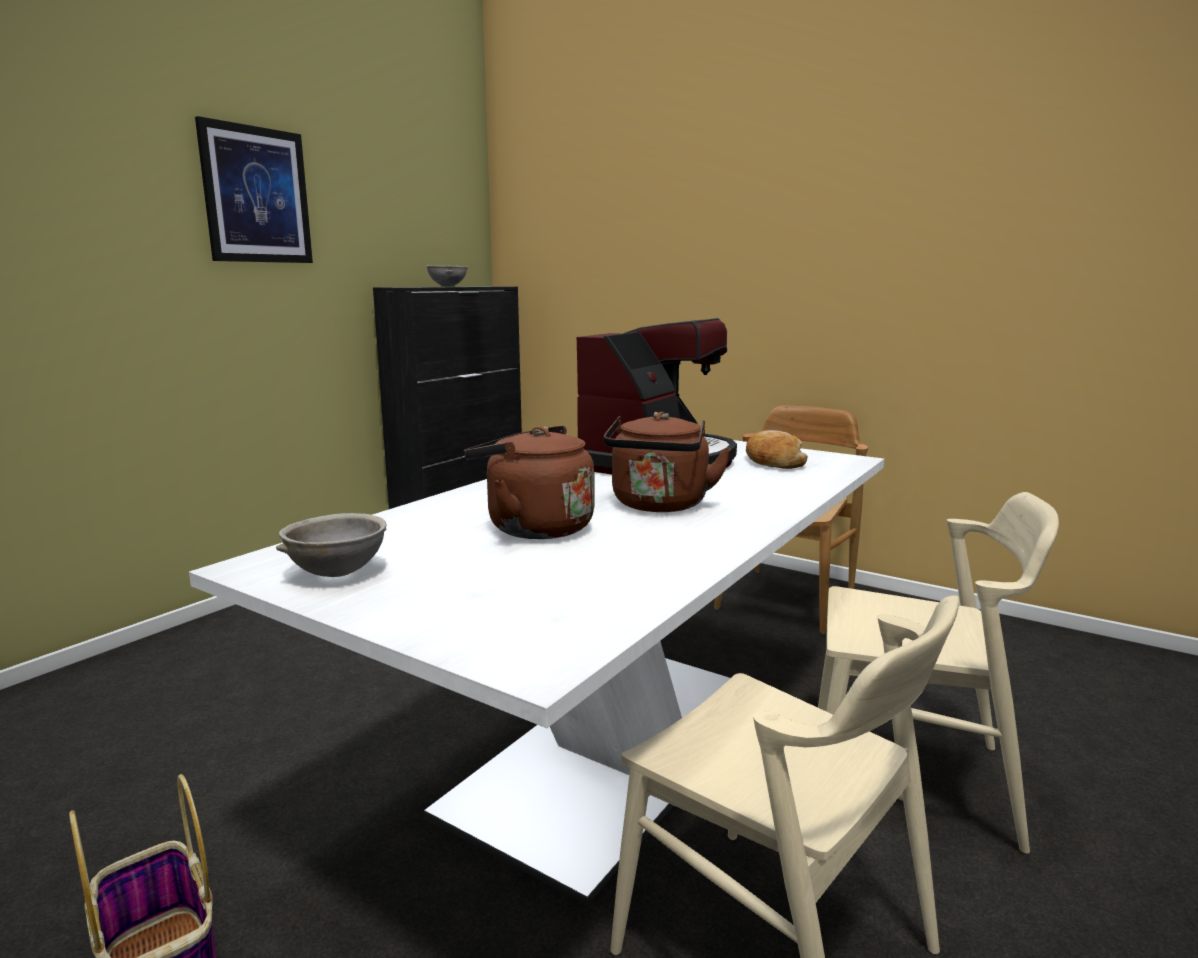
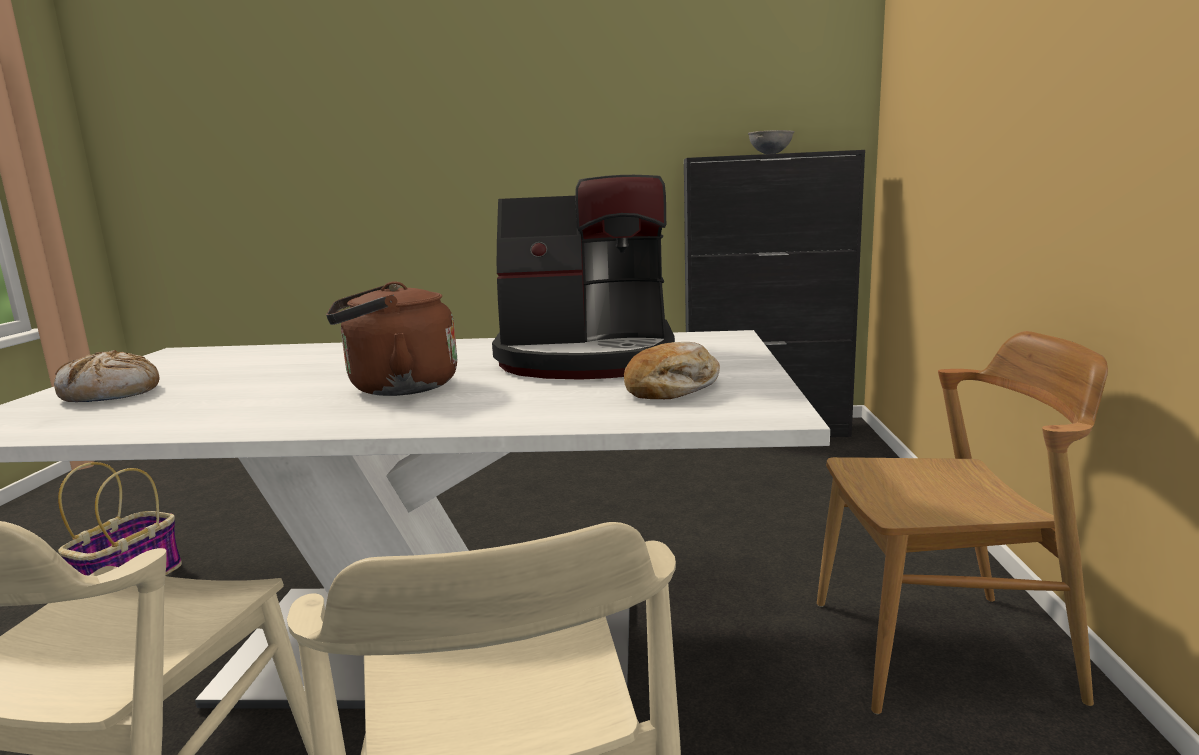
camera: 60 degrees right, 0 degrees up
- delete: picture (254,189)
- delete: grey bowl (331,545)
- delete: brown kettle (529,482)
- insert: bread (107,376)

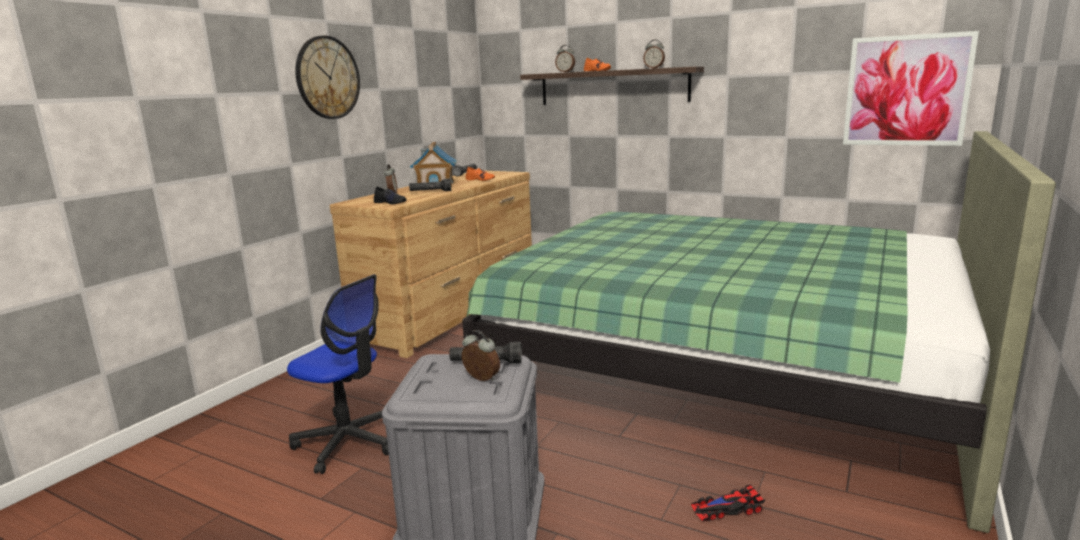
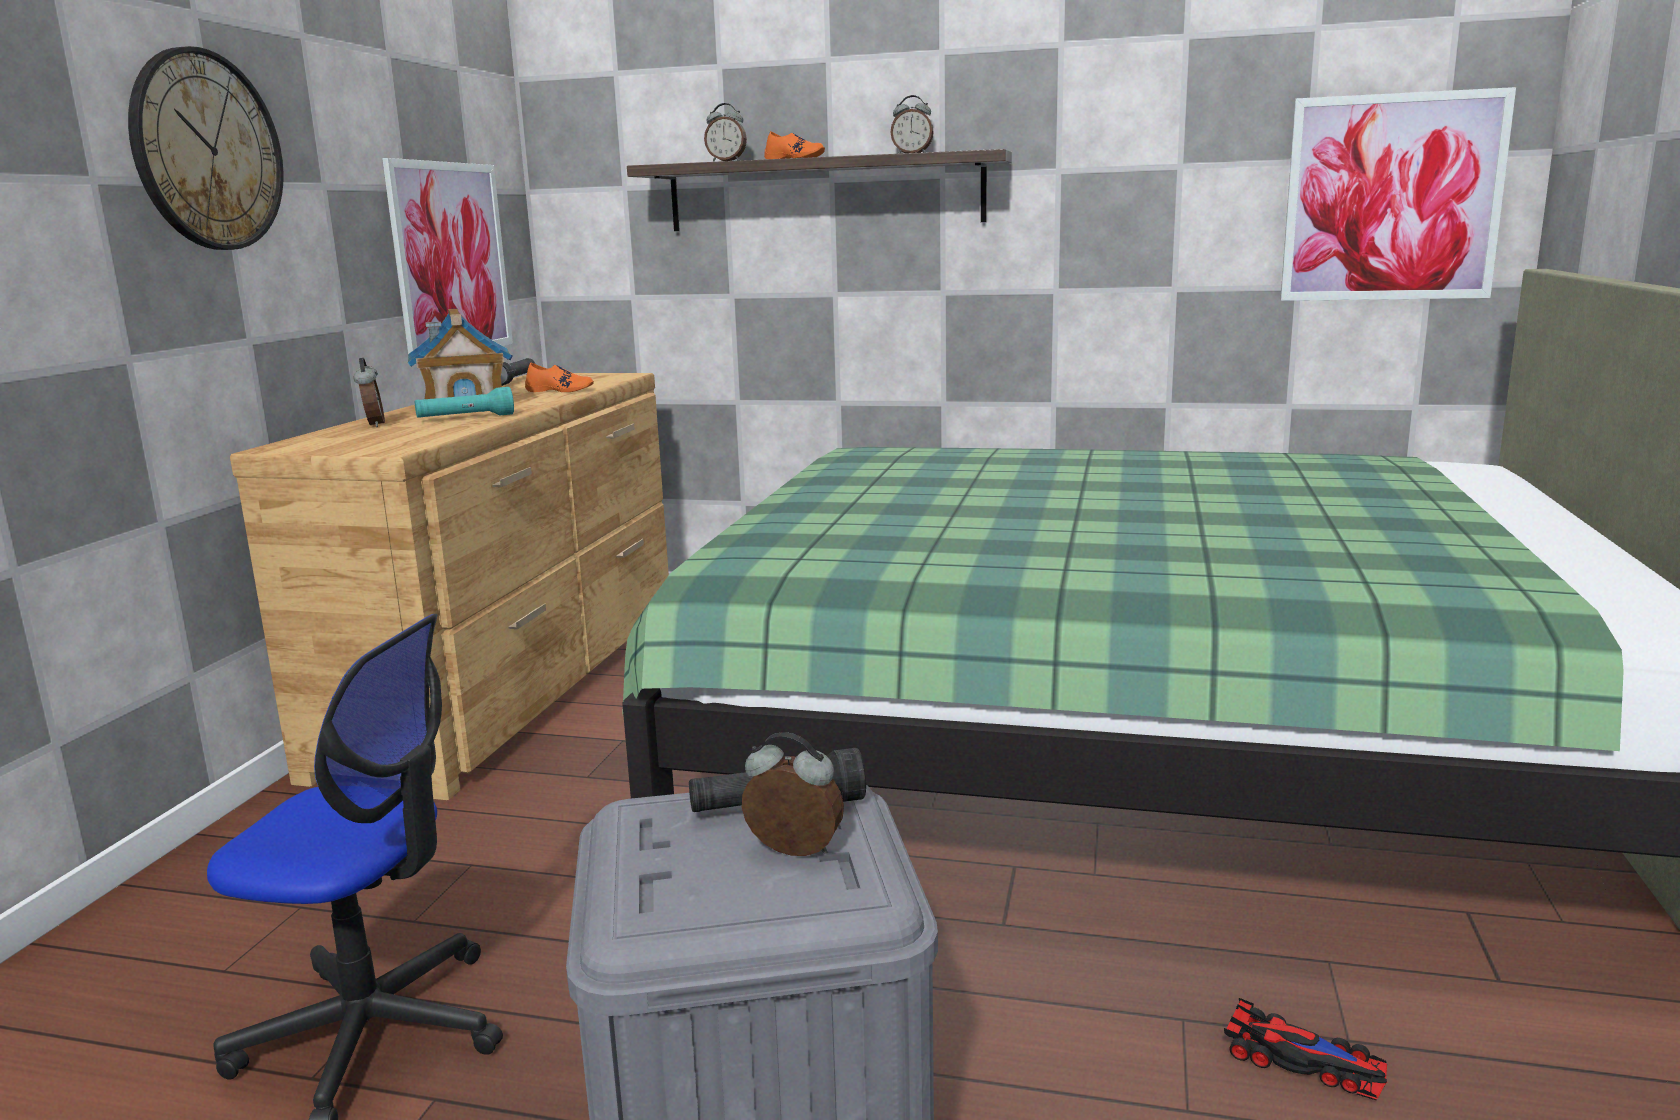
camera: 15 degrees left, 0 degrees up
- delete: black shoe (390,195)
- recolor: black flashlight (430,185) to turquoise flashlight (464,402)
- rotate: toy car (728,503) = (1305,1049) 120 degrees counterclockwise
- insert: picture (447,261)

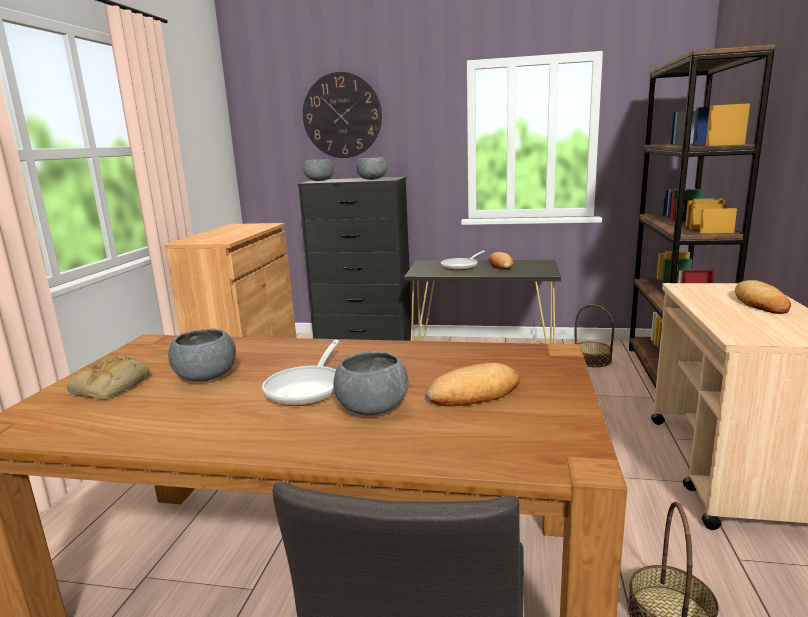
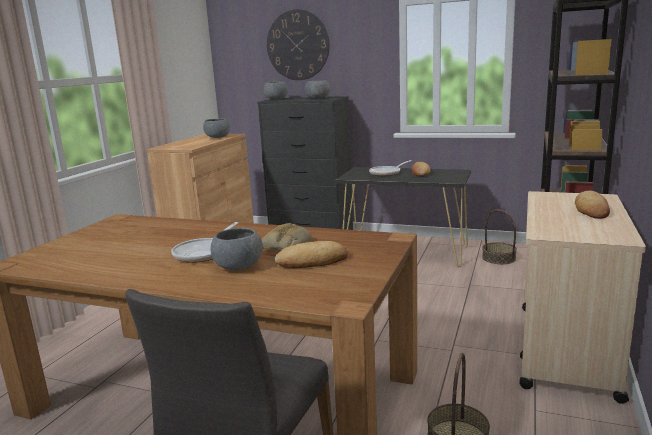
camera: 10 degrees right, 0 degrees up
- move: bread (108,377) to (286,237)
- move: grey bowl (202,355) to (216,128)

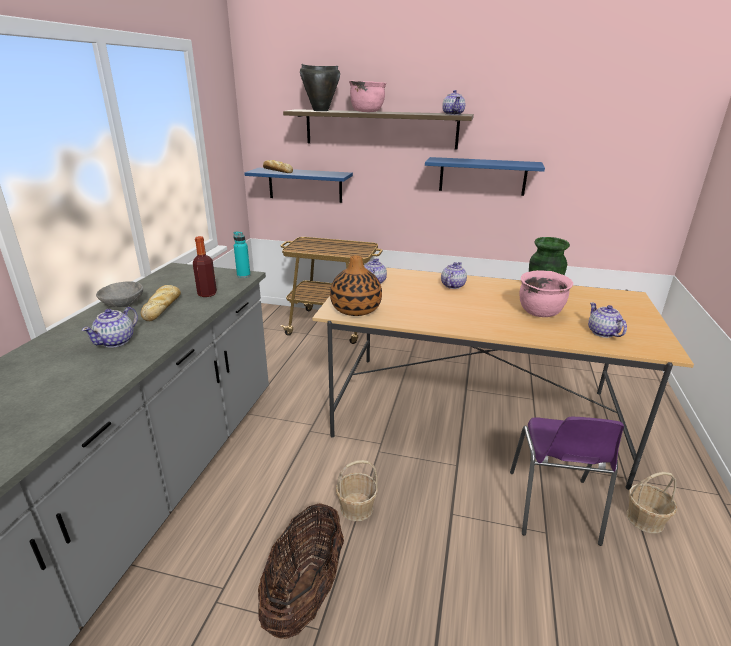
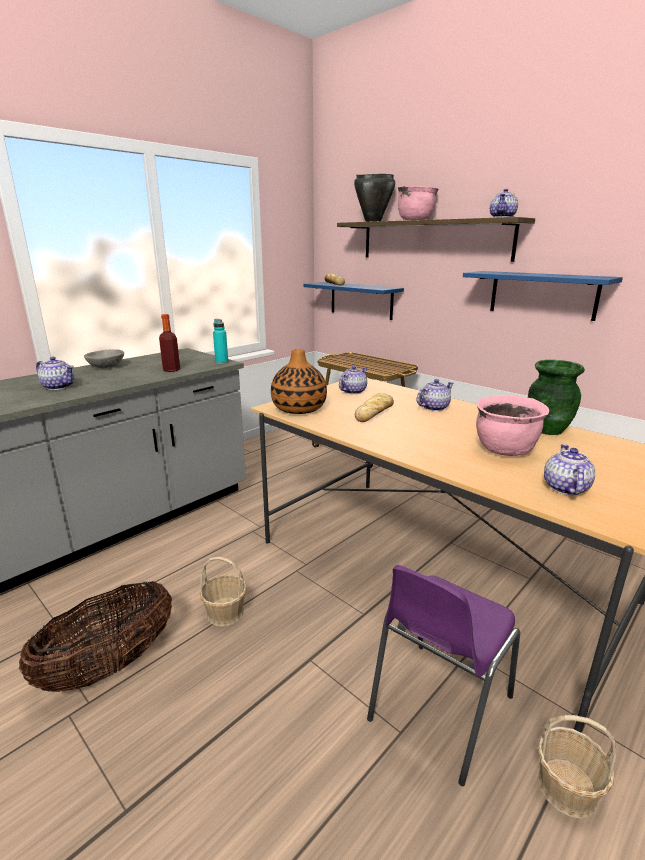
camera: 30 degrees right, 5 degrees down
- rotate: teapot (110,327) = (55,373) 120 degrees counterclockwise
- move: bread (161,303) to (374,407)

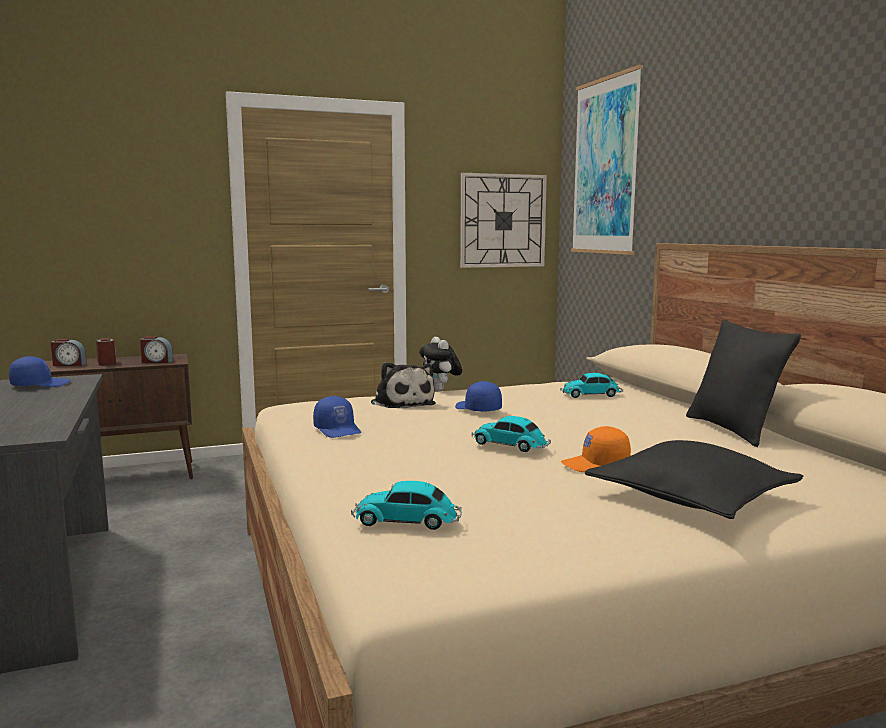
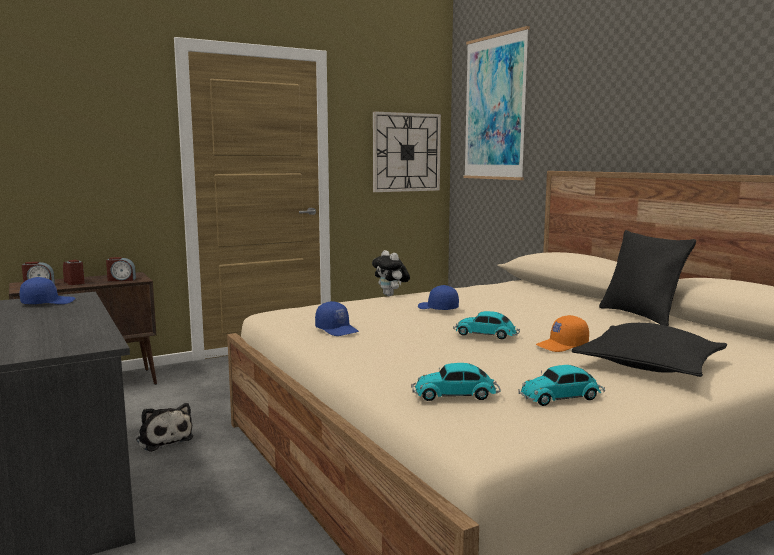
camera: 10 degrees left, 0 degrees up
- move: plush toy (403,385) to (164,427)
- move: toy car (591,385) to (561,385)

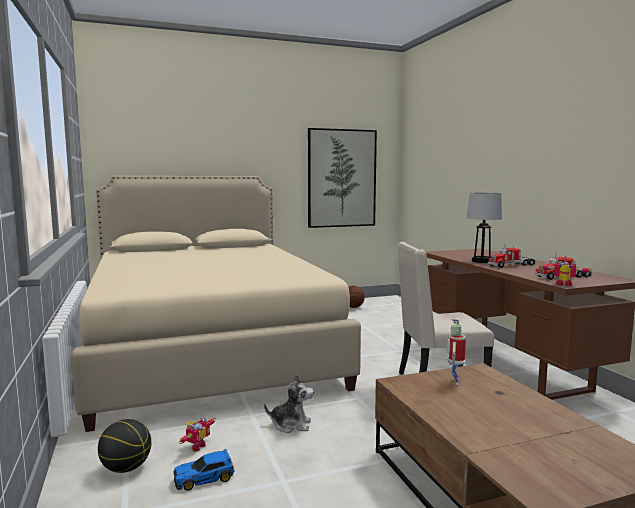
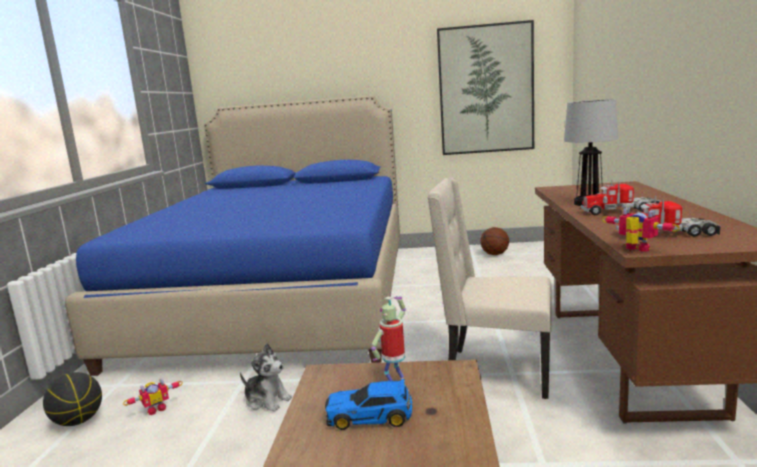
camera: 25 degrees right, 5 degrees up
- recolor: beige bed (216,304) to blue bed (232,236)
- move: toy car (204,470) to (368,404)

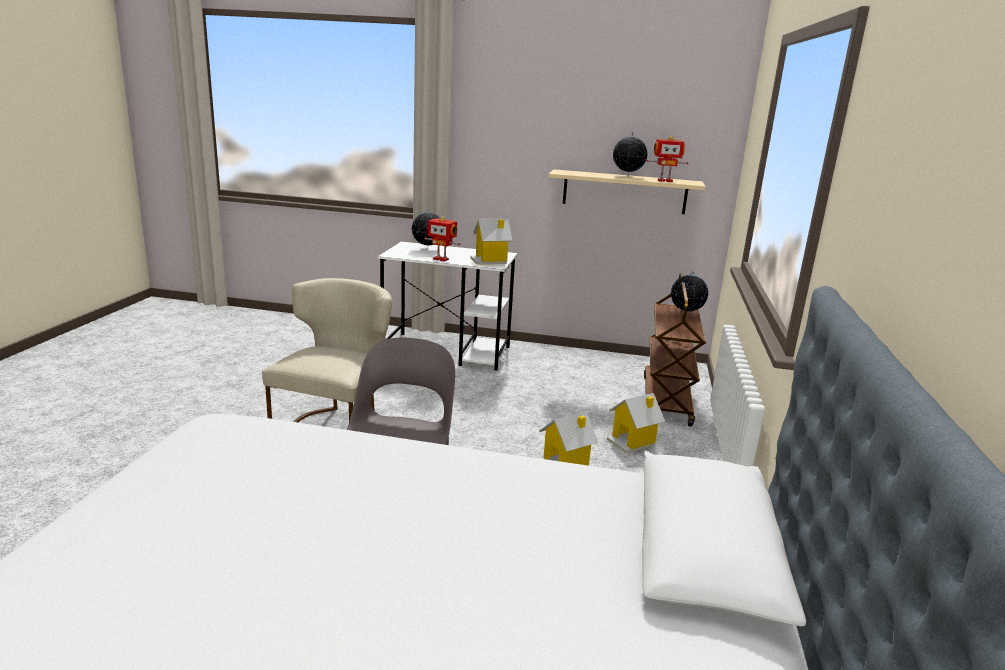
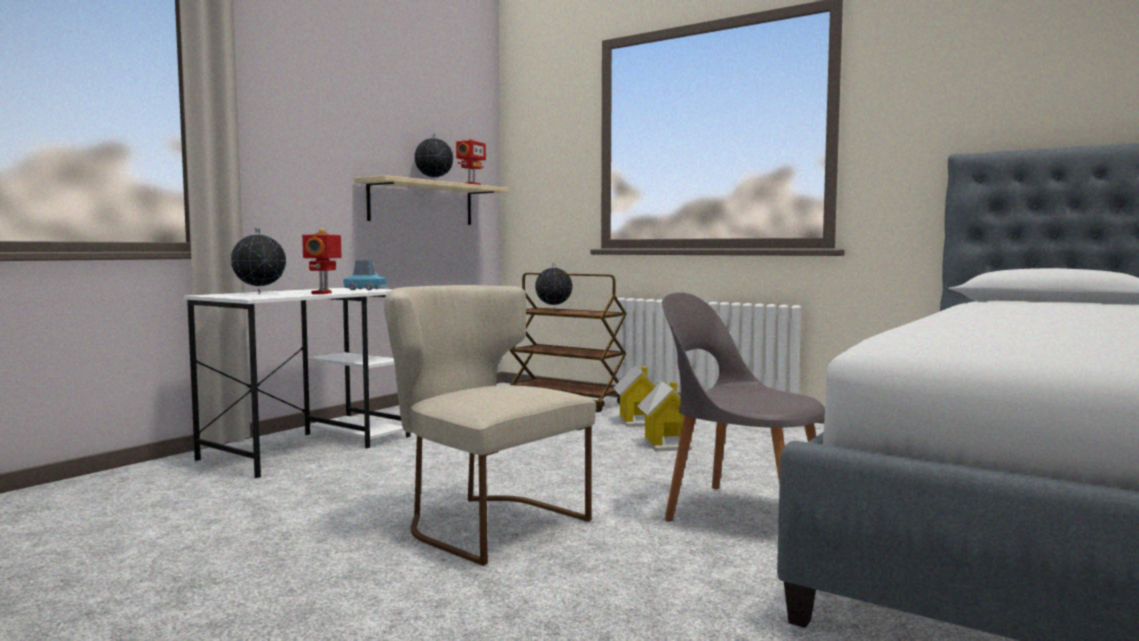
camera: 65 degrees left, 15 degrees down
- rotate: toy robot (442,239) = (321,261) 135 degrees clockwise
- replace: toy house (491,242) to blue toy car (365,275)

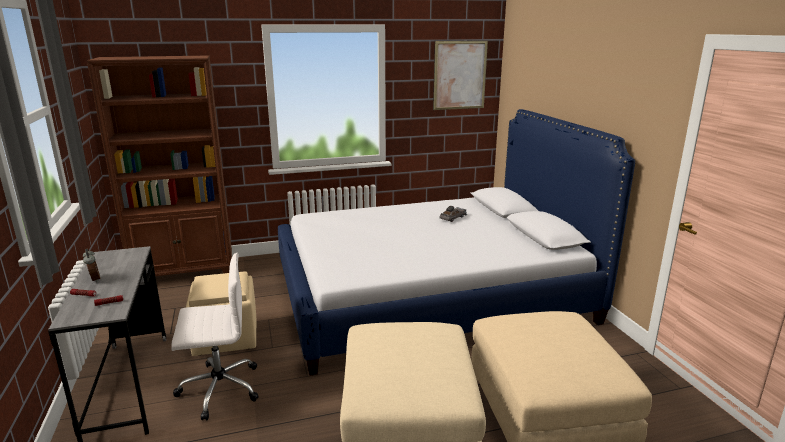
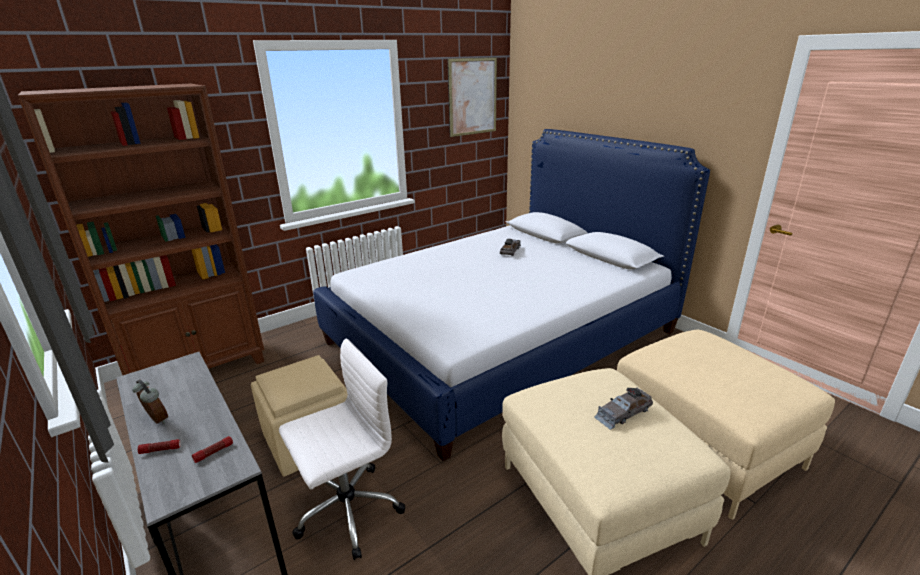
camera: 20 degrees left, 5 degrees up
- insert: grey toy car (623,409)

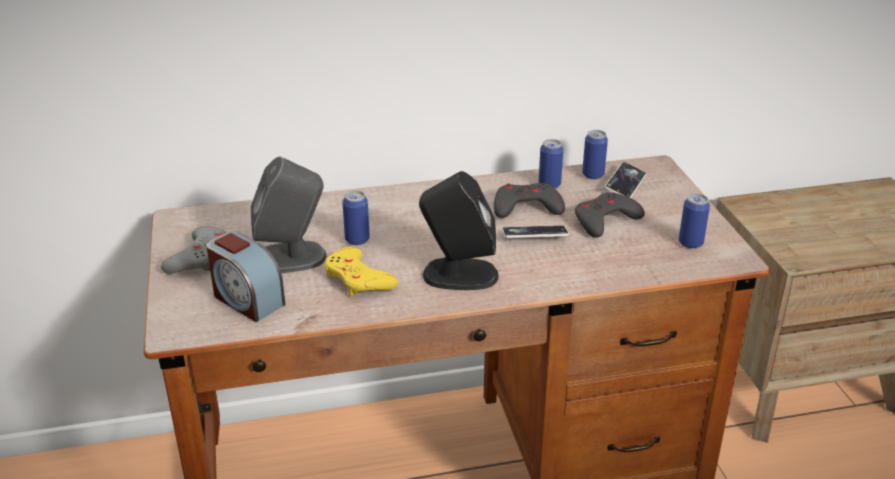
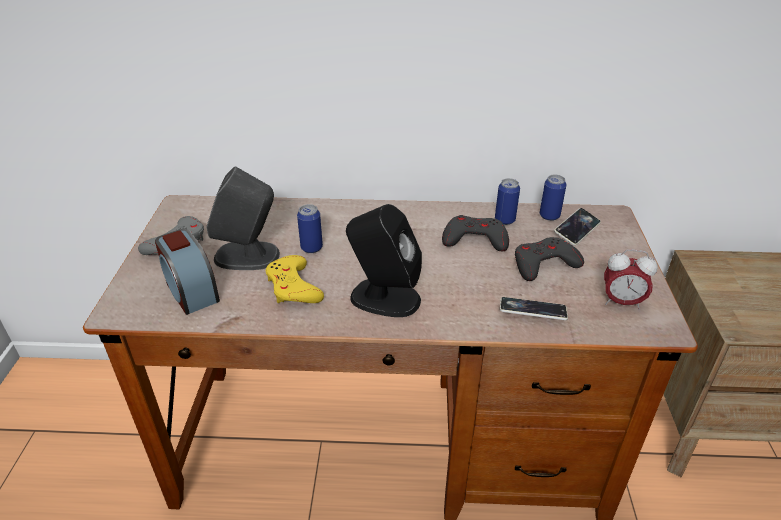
camera: 15 degrees right, 5 degrees up
- move: phone (535,231) to (534,308)
- replace: can (694,221) to alarm clock (631,279)

